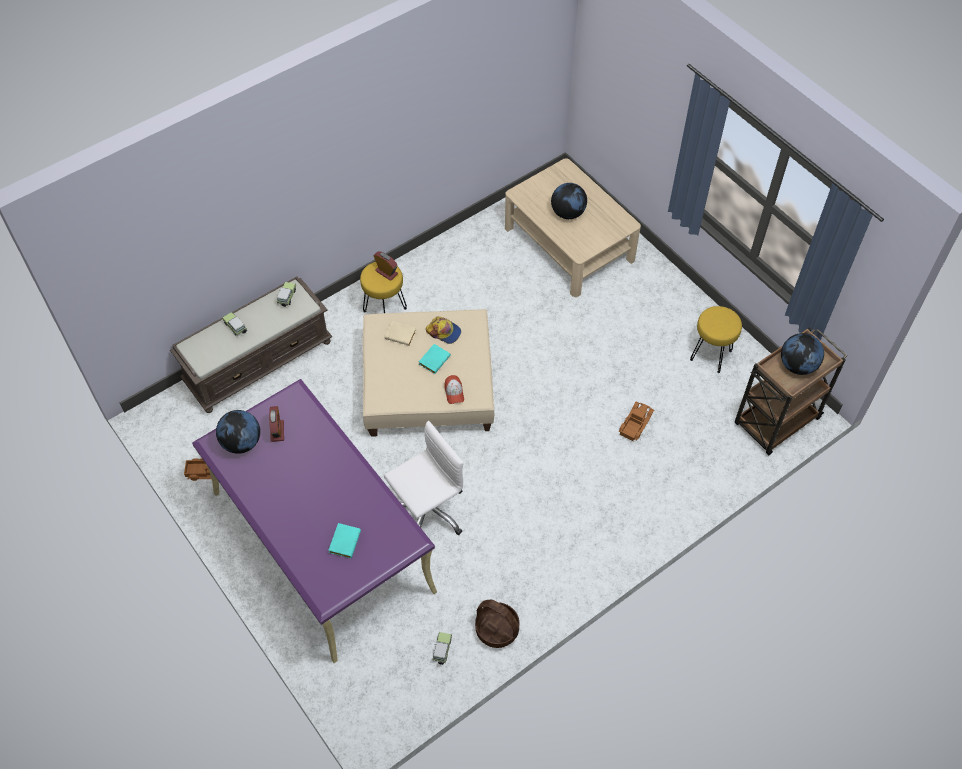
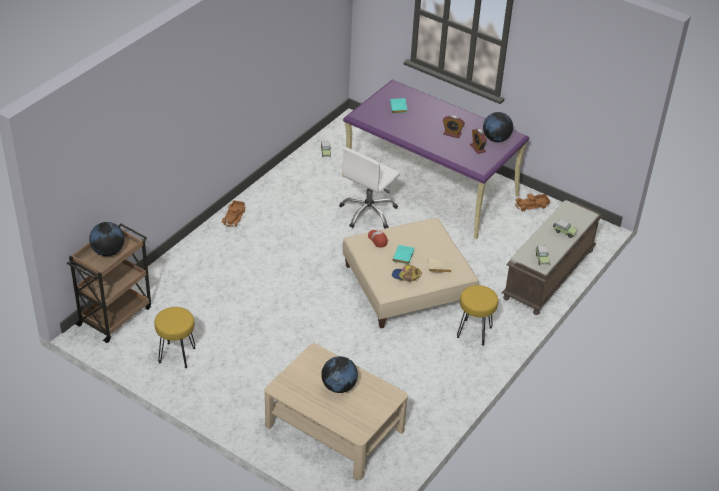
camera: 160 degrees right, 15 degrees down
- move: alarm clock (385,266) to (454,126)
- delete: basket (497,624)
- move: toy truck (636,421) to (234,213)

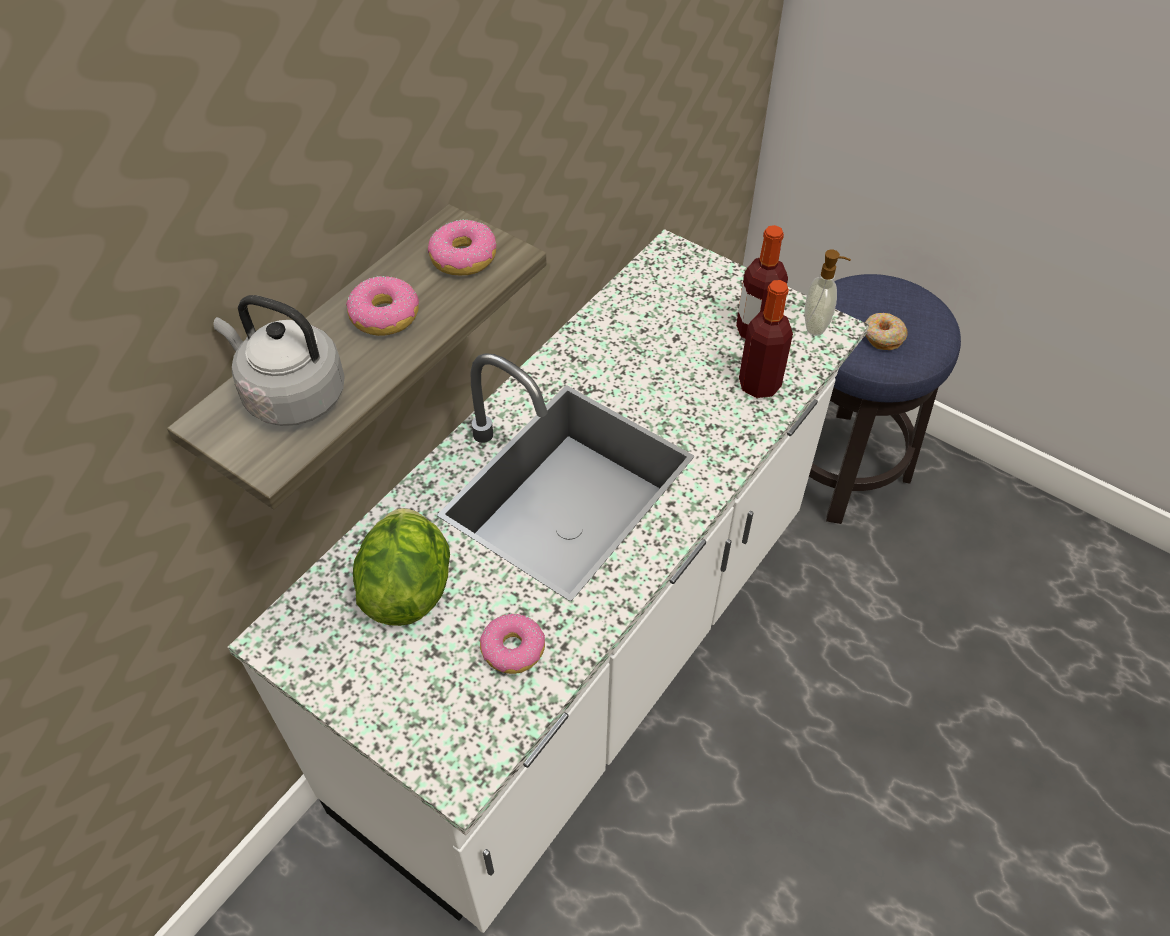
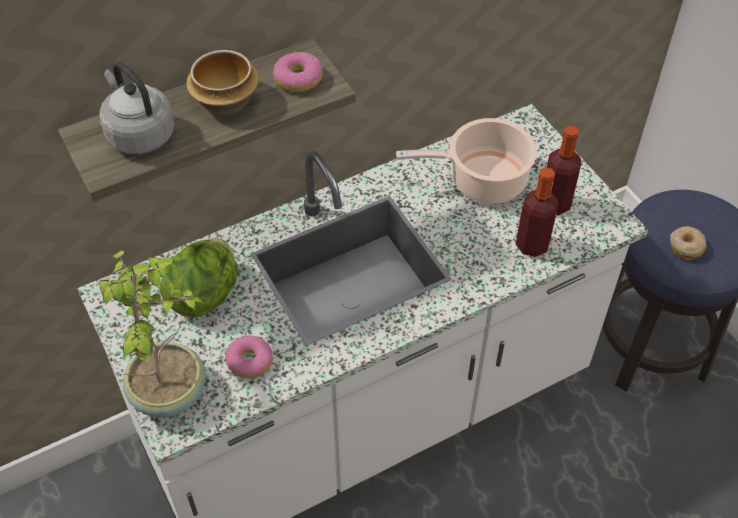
camera: 25 degrees right, 0 degrees up
- replace: donut (382,306) to bowl (222,82)
- delete: soap dispenser (827,292)
- insert: potted plant (152,334)
- insert: cooking pot (466,161)

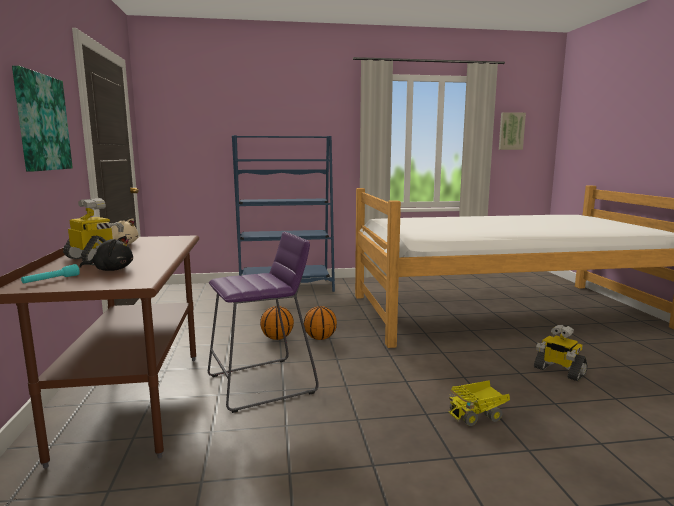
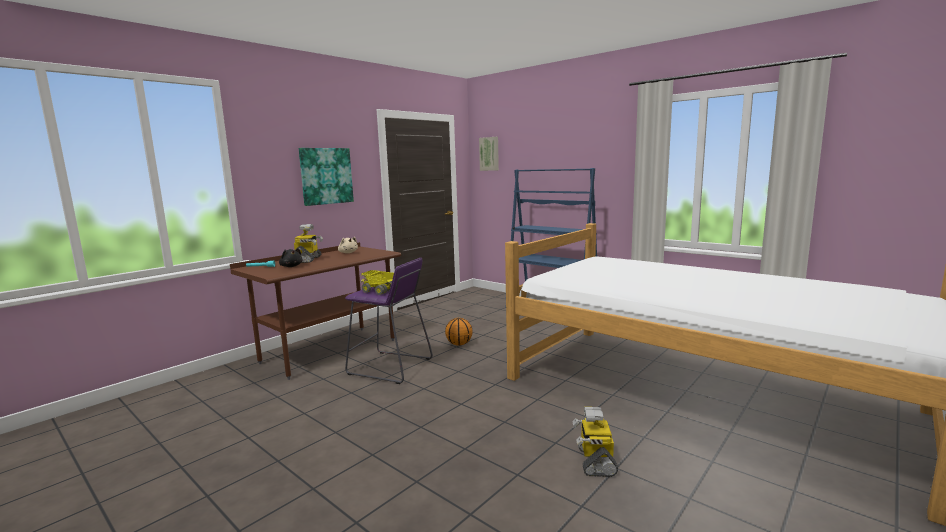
camera: 50 degrees right, 0 degrees up
- delete: basketball (320,323)
- move: toy truck (479,403) to (377,282)
- move: picture (512,131) to (489,154)

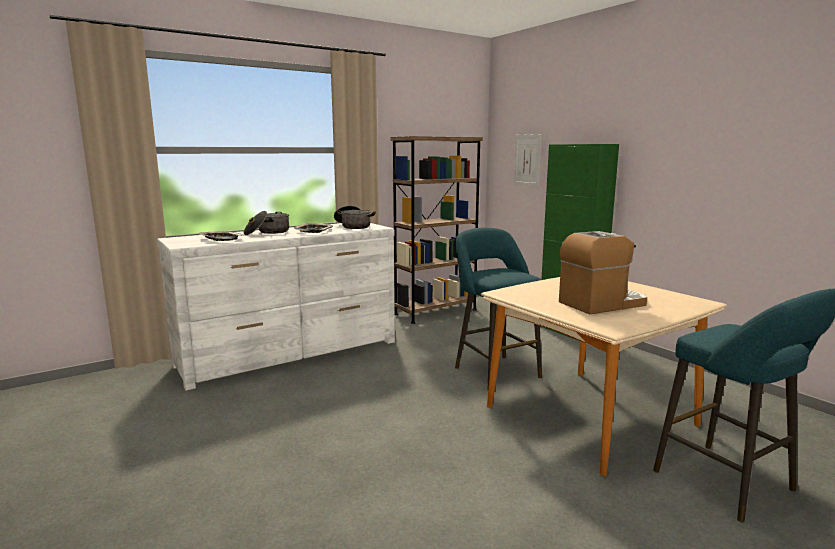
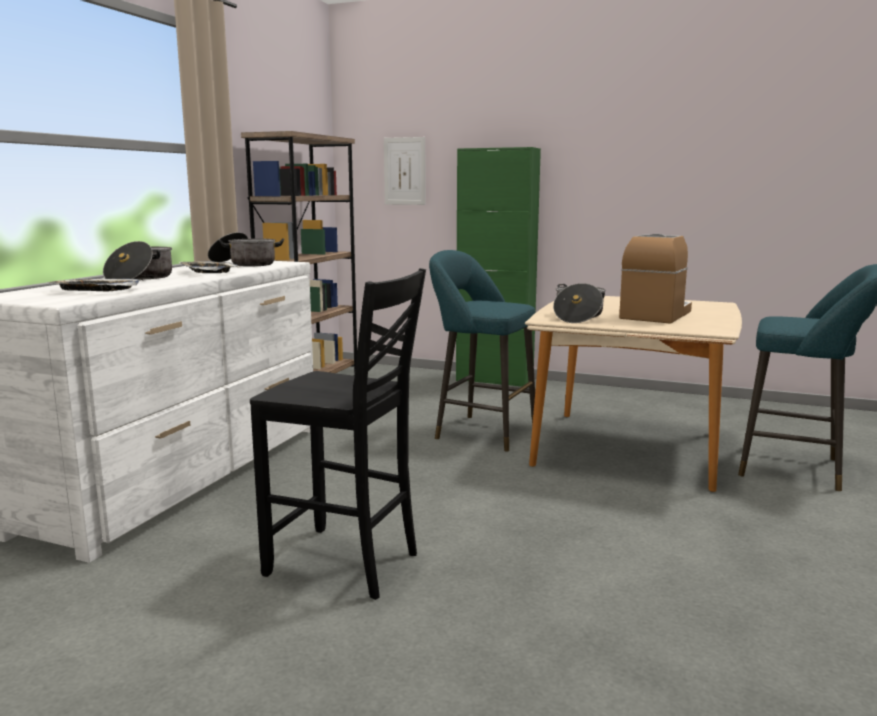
camera: 35 degrees left, 0 degrees up
- insert: black chair (338,434)
- insert: cooking pot (579,303)

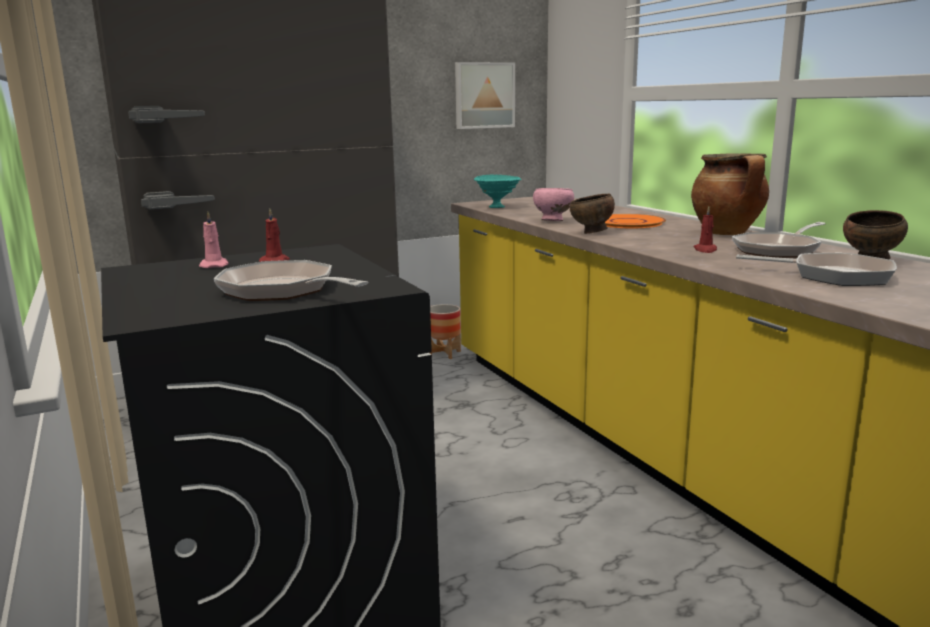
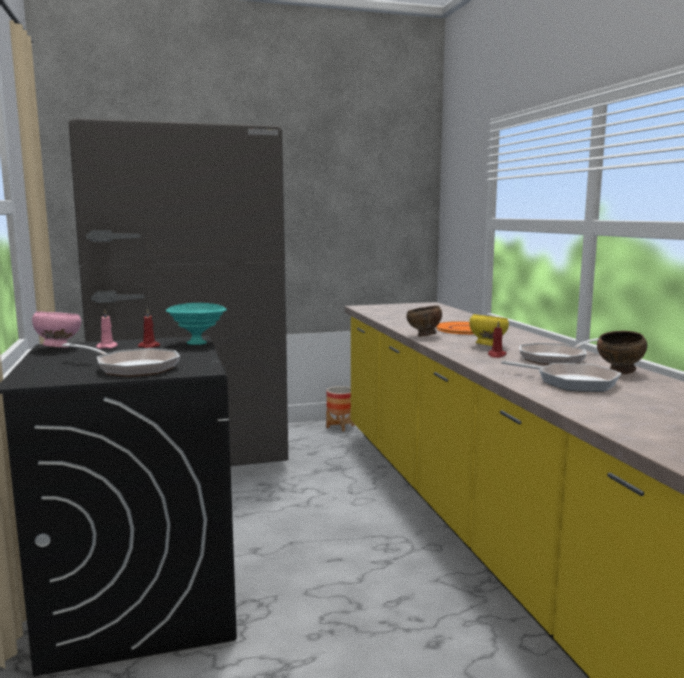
camera: 10 degrees right, 5 degrees down
- rotate: frying pan (291,280) = (121,360) 150 degrees clockwise
- delete: picture (485,95)
- move: turquoise bowl (498,191) to (196,324)
- move: pink bowl (553,204) to (56,329)
- delete: cooking pot (730,194)
- insert: yellow bowl (489,330)

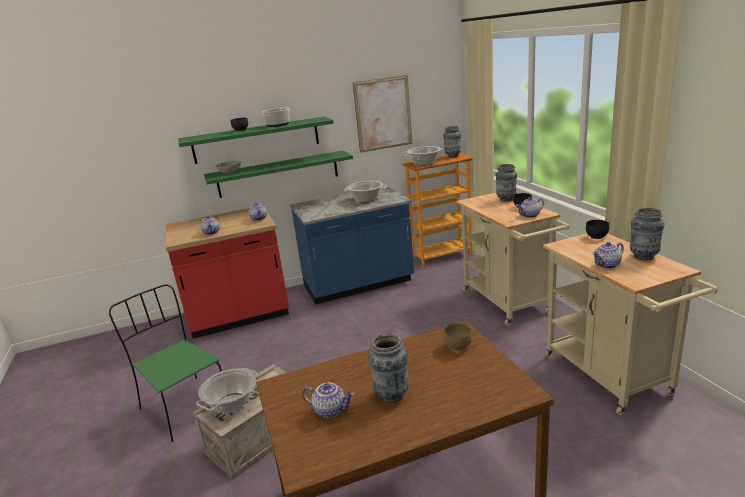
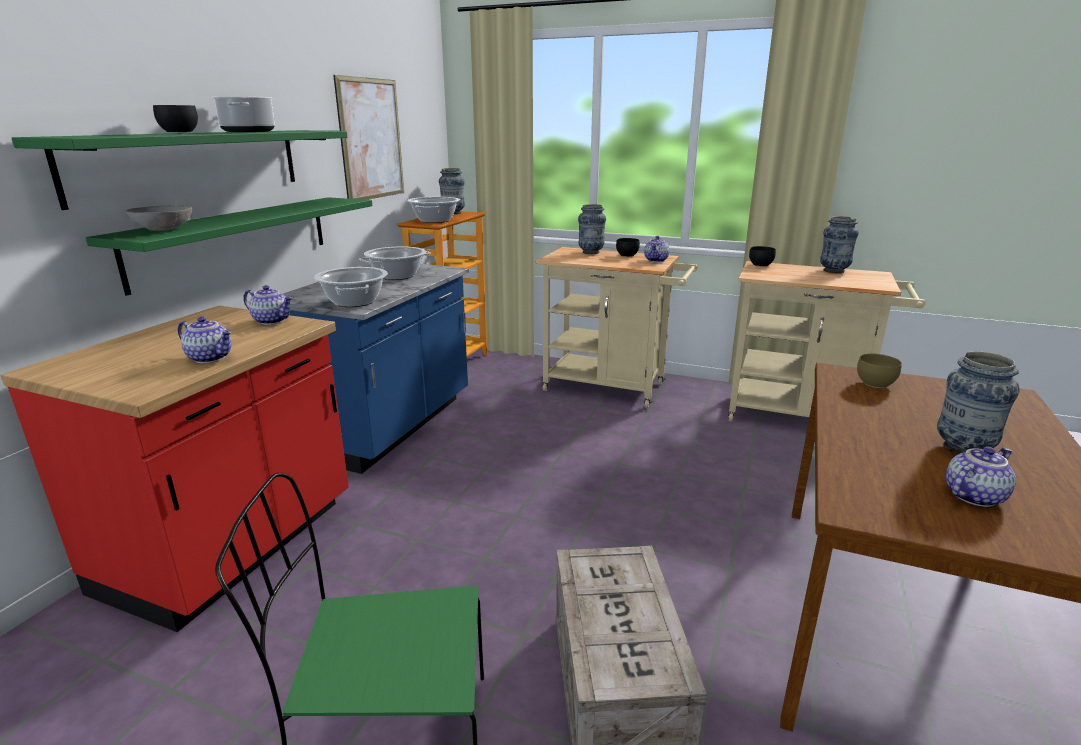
camera: 50 degrees left, 0 degrees up
- move: cooking pot (227,390) to (351,287)
- delete: teapot (608,255)

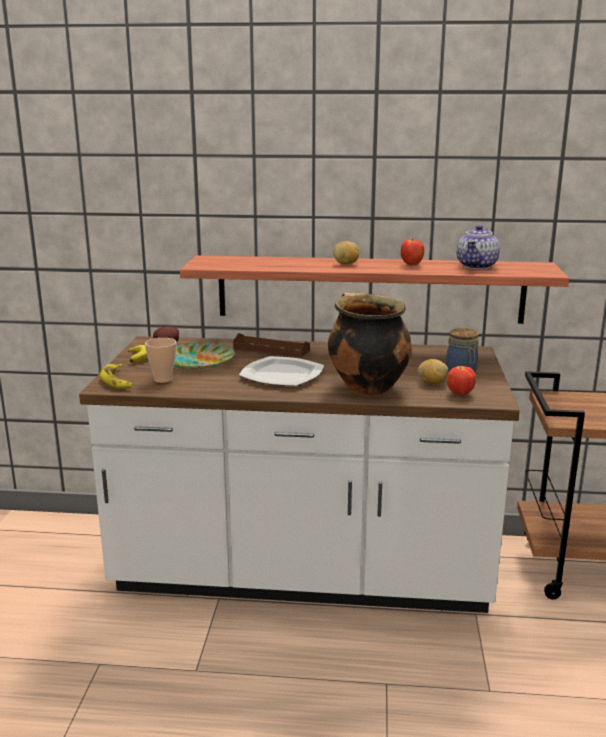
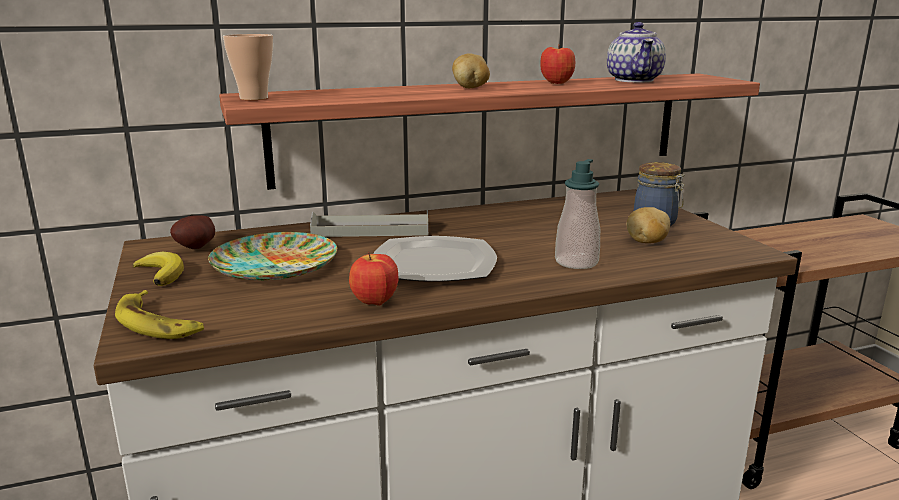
camera: 25 degrees left, 0 degrees up
- move: cup (161,360) to (248,67)
- recolor: brown tray (271,345) to grey tray (369,223)
- replace: cooking pot (370,344) to soap dispenser (577,214)
- move: apple (461,380) to (373,279)

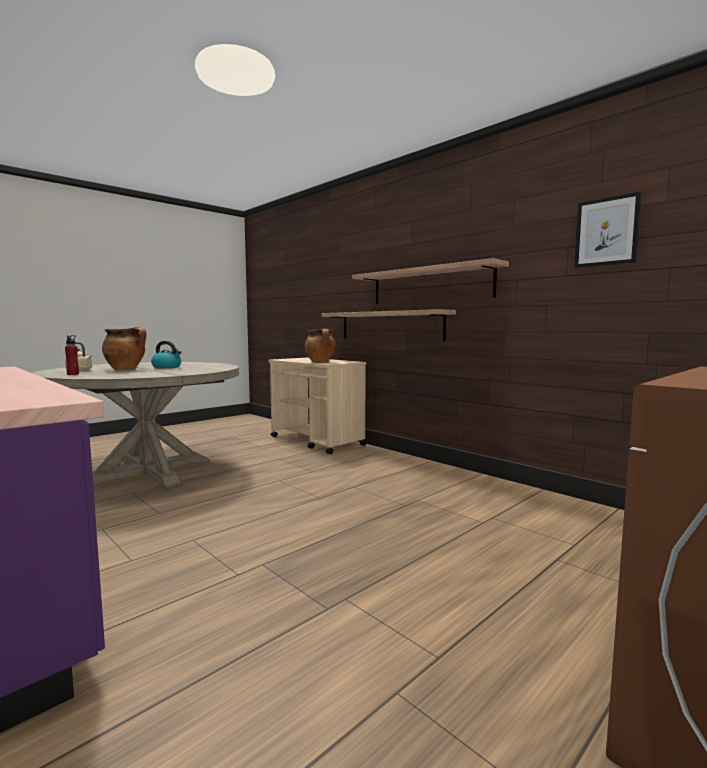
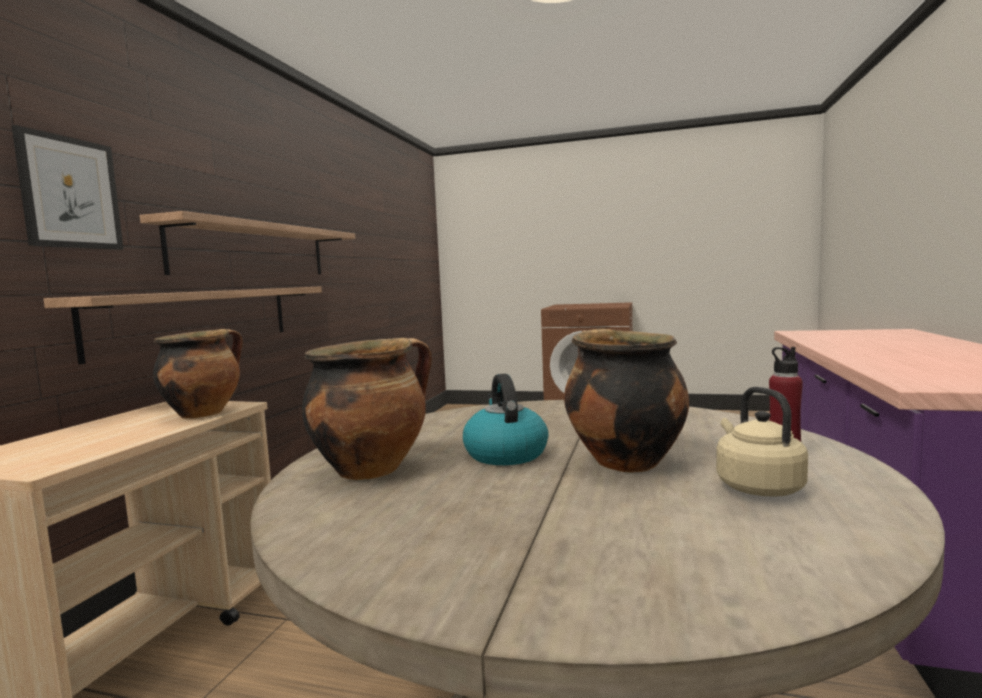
camera: 120 degrees left, 0 degrees up
- move: picture (608,229) to (68,187)
- insert: cooking pot (367,409)

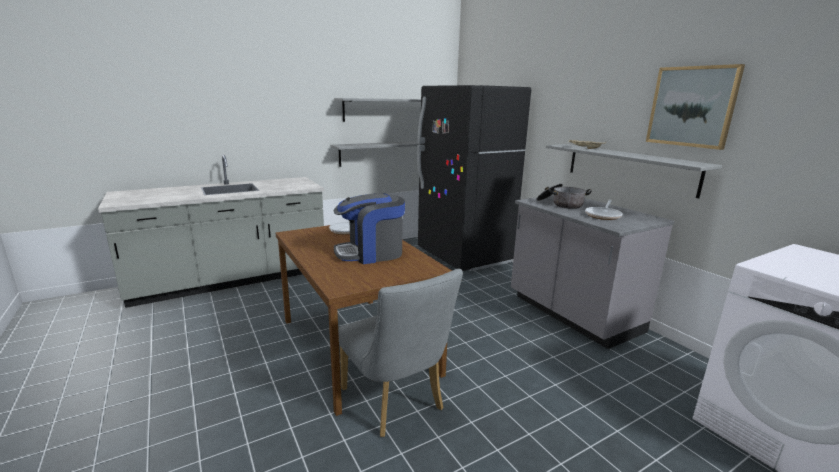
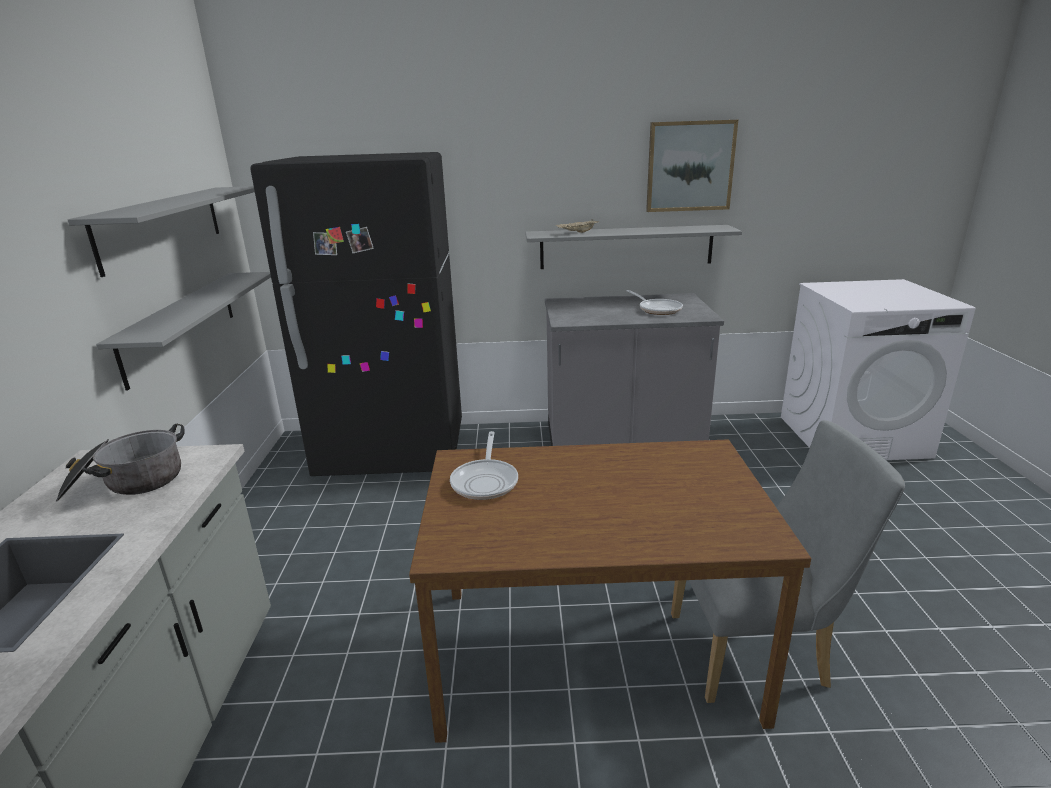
camera: 60 degrees left, 5 degrees up
- delete: coffee machine (369,228)
- move: cooking pot (564,196) to (120,463)

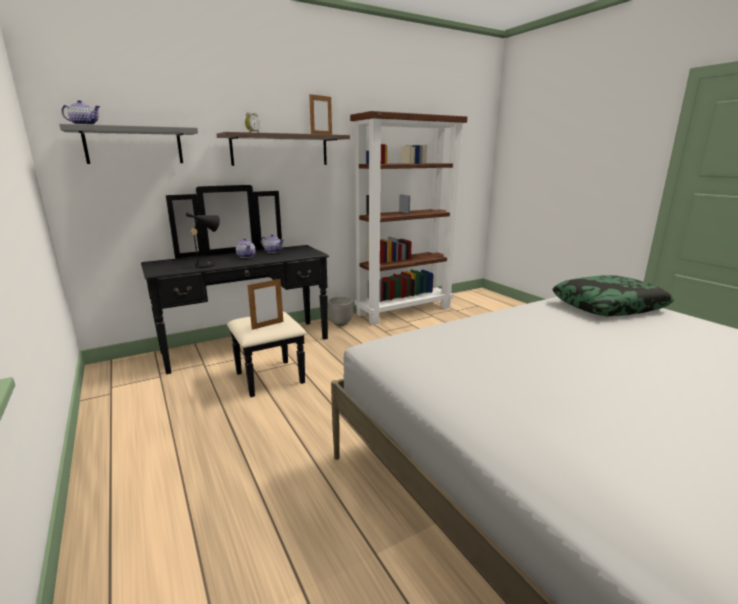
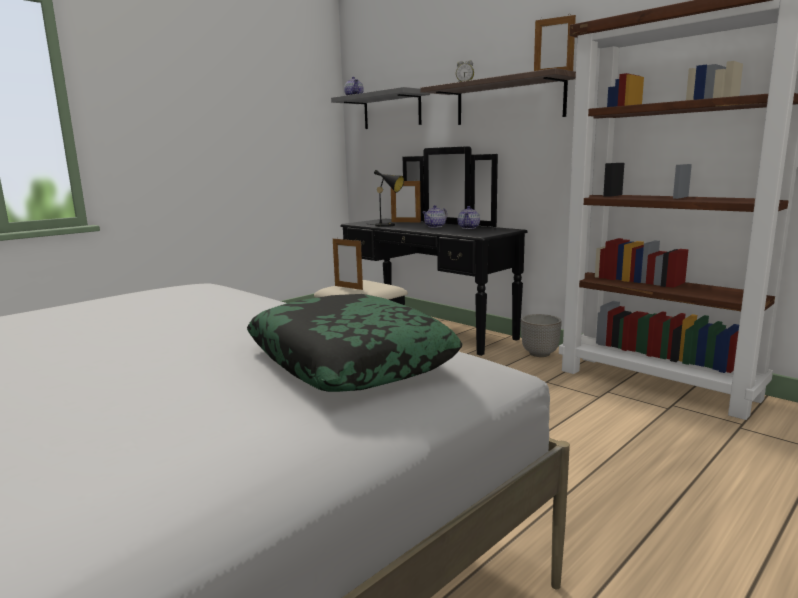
camera: 75 degrees right, 5 degrees down
- insert: picture frame (406,200)

